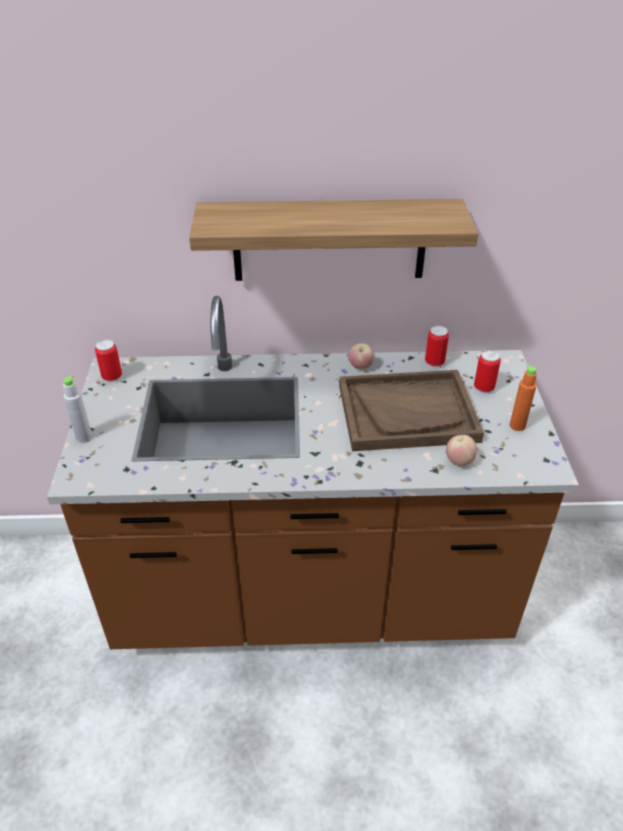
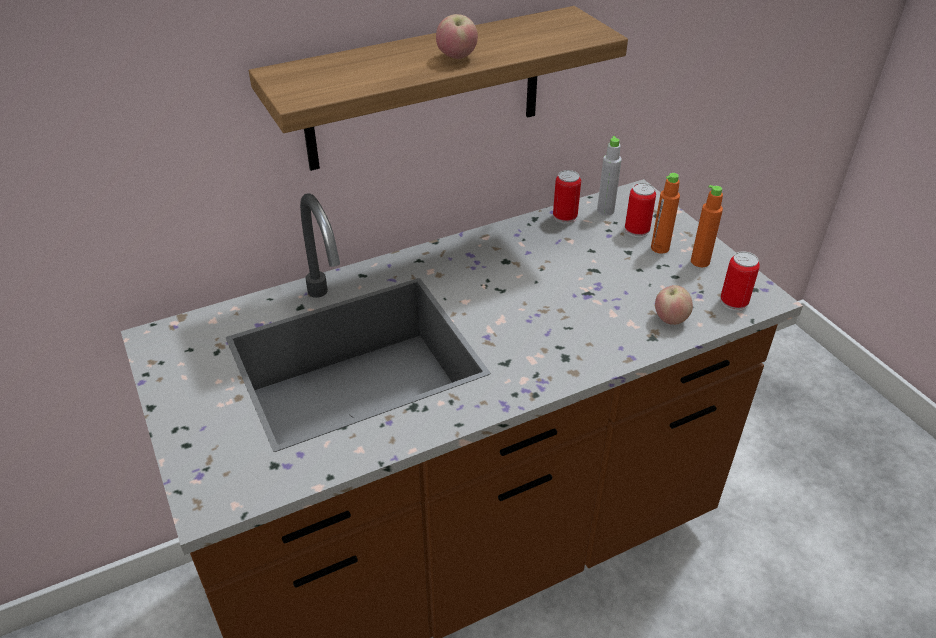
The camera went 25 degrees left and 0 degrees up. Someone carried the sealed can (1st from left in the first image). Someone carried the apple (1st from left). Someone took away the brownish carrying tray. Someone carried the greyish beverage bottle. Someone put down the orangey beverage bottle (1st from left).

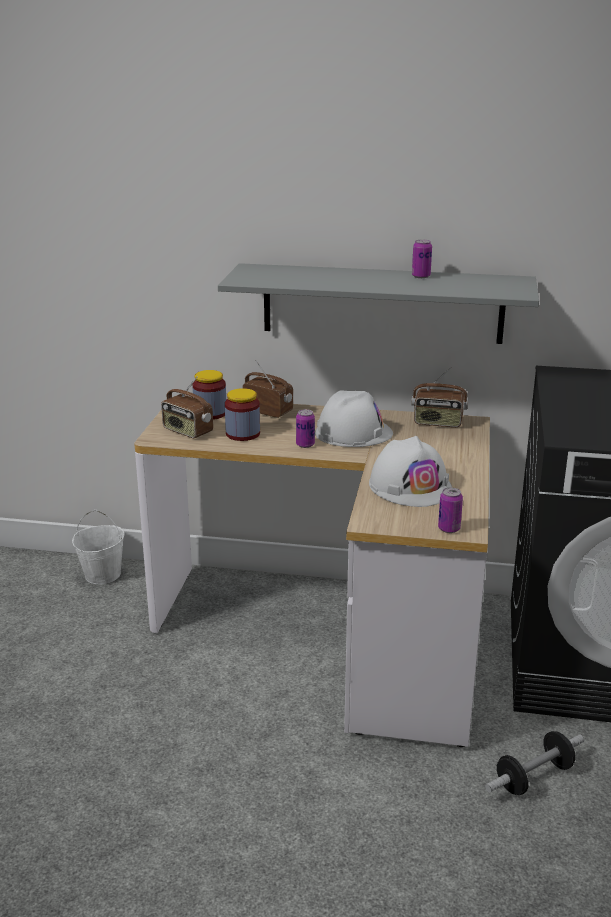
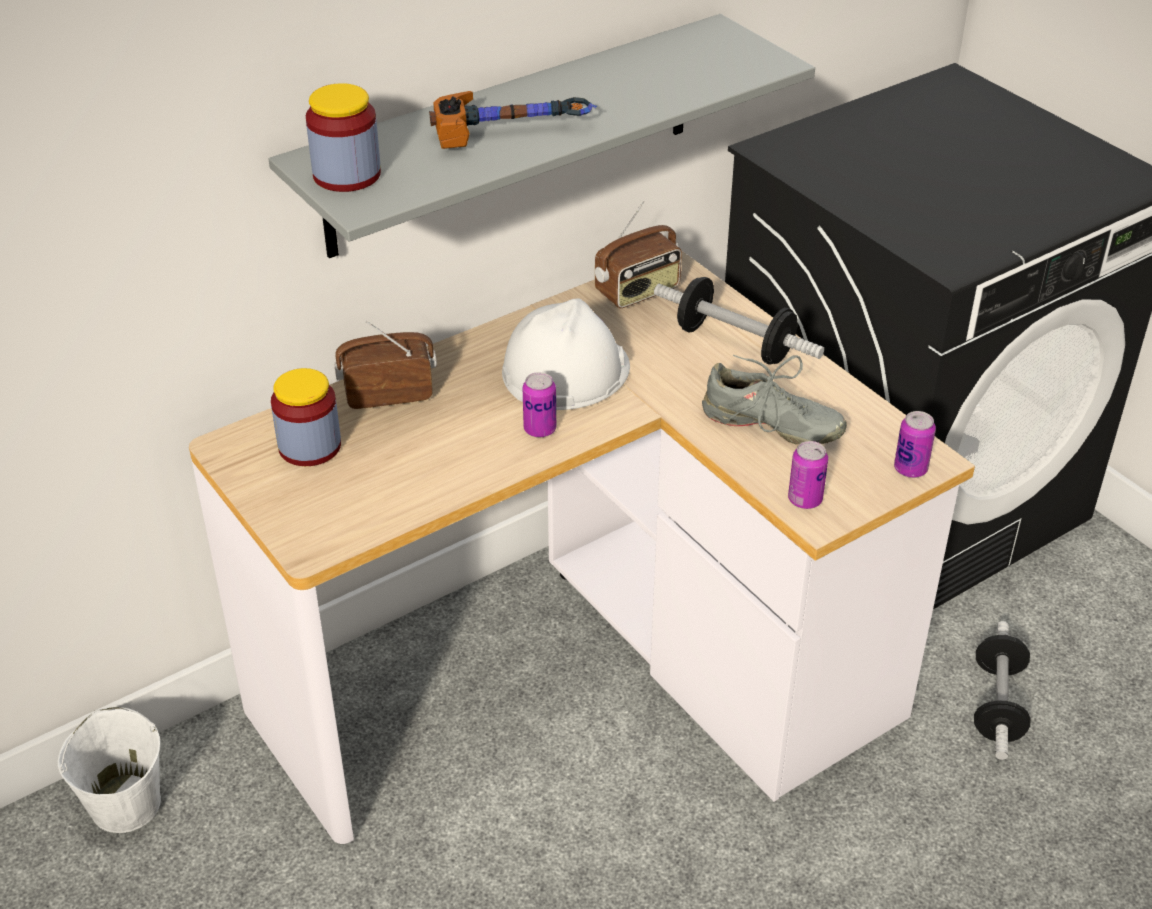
The camera went 45 degrees left and 15 degrees up. Someone carried the sealed can (2nd from left). Someone took away the radio set (1st from left). Someone carried the storage jar (2nd from left). Someone swapped the white hard hat (2nd from left) for the greyish item of footwear. Someone put down the hammer. Someone put down the free weight (1st from left).

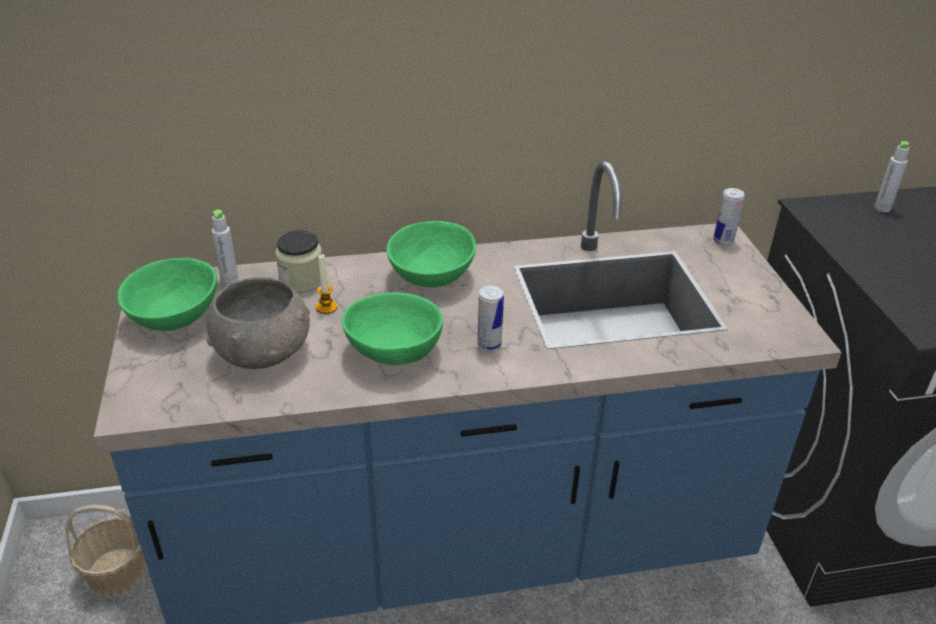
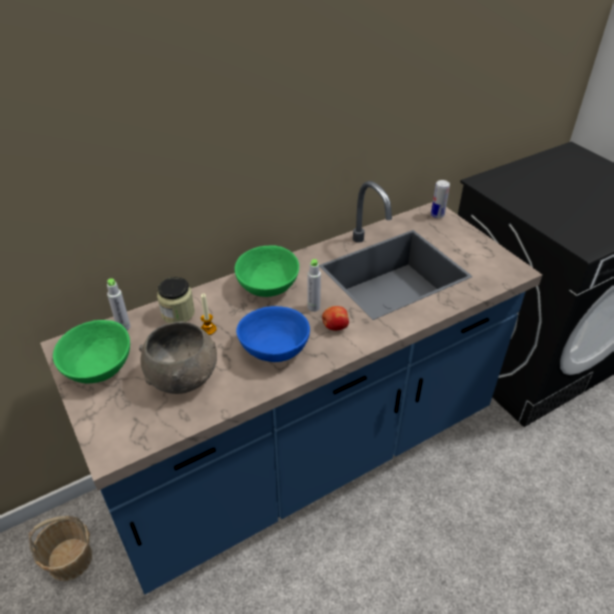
The camera went 20 degrees left and 5 degrees up. Someone carried the greyish beverage bottle (2nd from left). Someone swapped the sealed can (1st from left) for the apple. Someone repainted the greenish bowl (2nd from left), which became the bluish bowl.

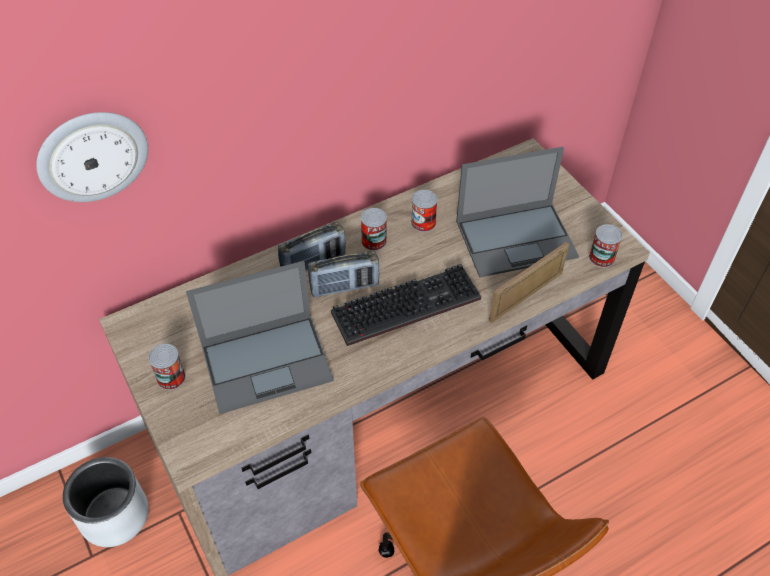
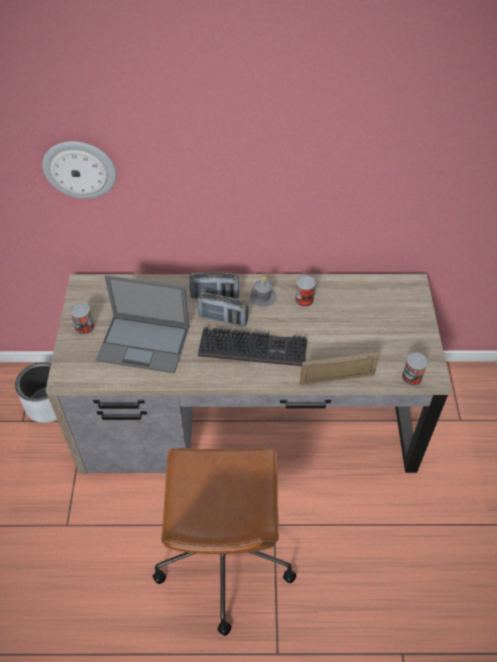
The camera went 30 degrees right and 0 degrees up. Someone took away the notebook computer (2nd from left). Someone swapped the sealed can (2nd from left) for the greyish coffee mug.

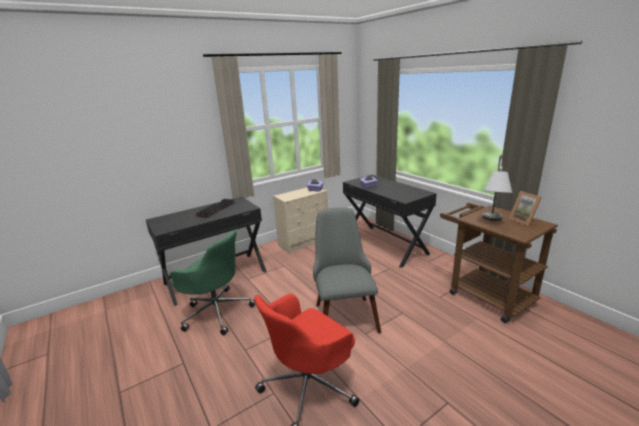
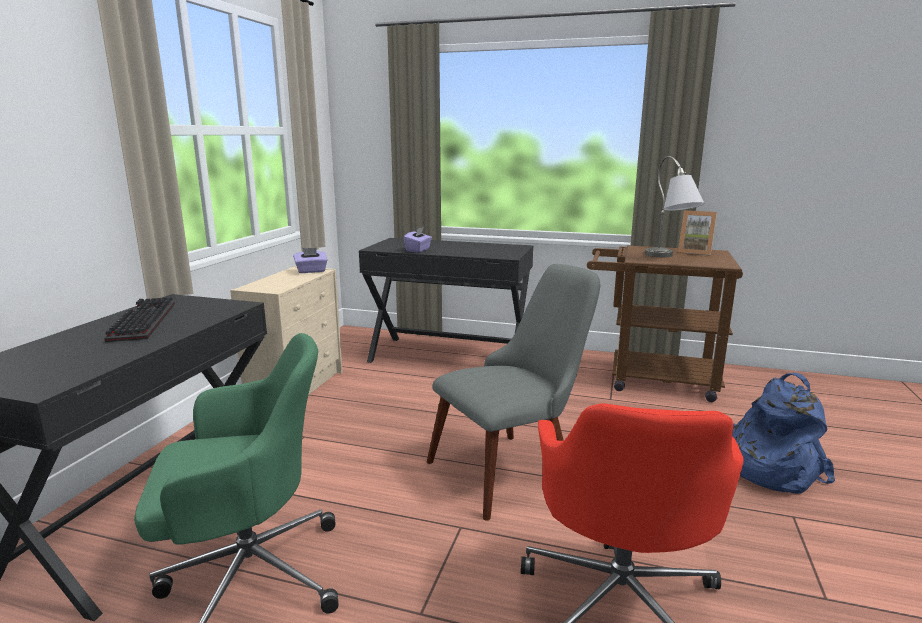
The camera went 40 degrees left and 5 degrees down. Someone rotated the greyish chair by 105 degrees clockwise. Someone put down the bluish backpack.

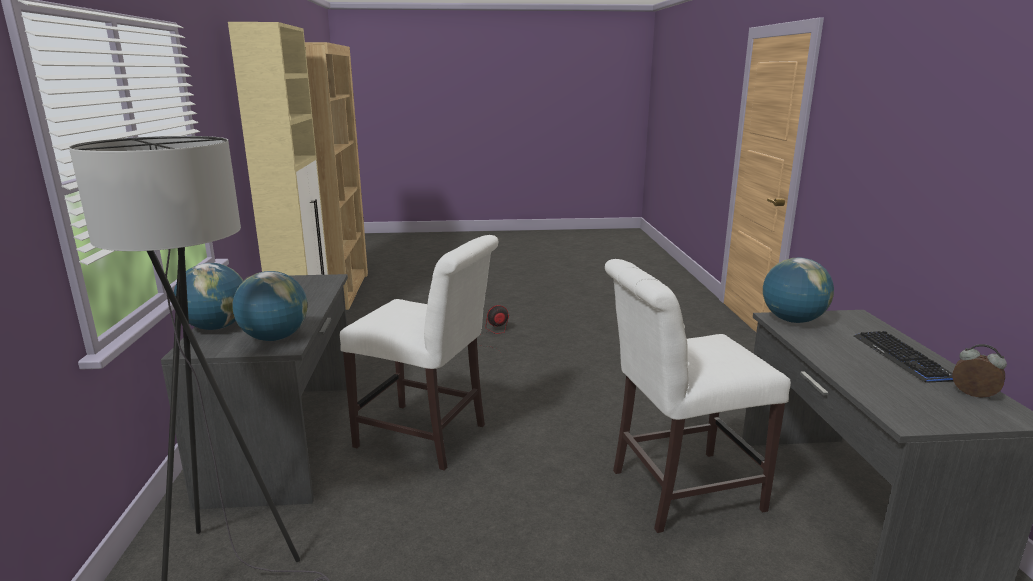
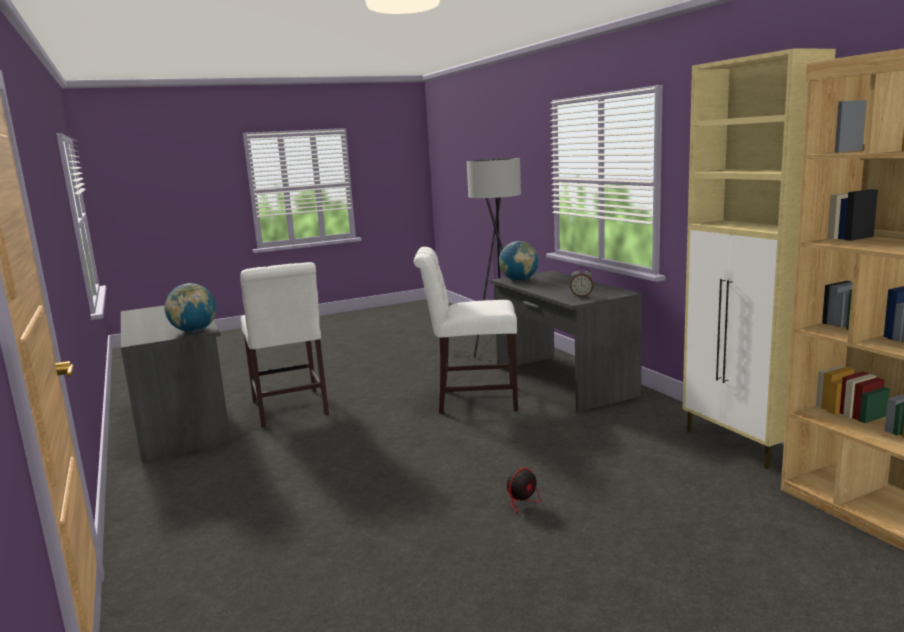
The camera went 160 degrees right and 5 degrees down. Someone rotated the white chair (2nd from left in the first image) by 105 degrees clockwise. Someone took away the globe (1st from left). Someone took away the computer keyboard. Someone carried the alarm clock.

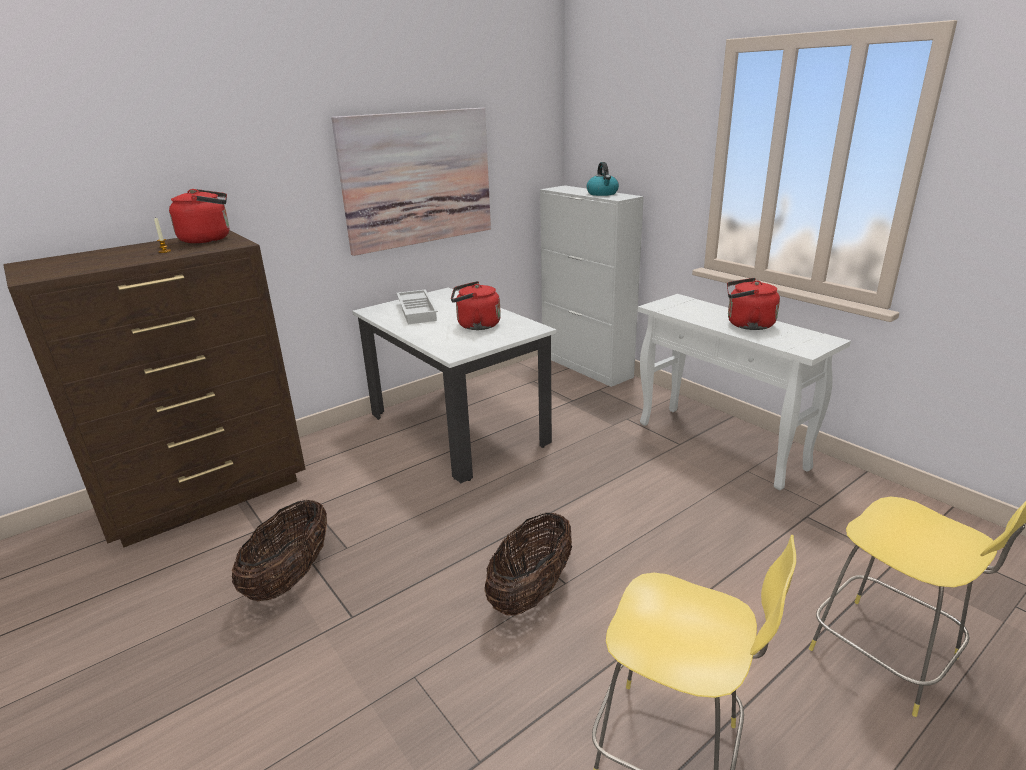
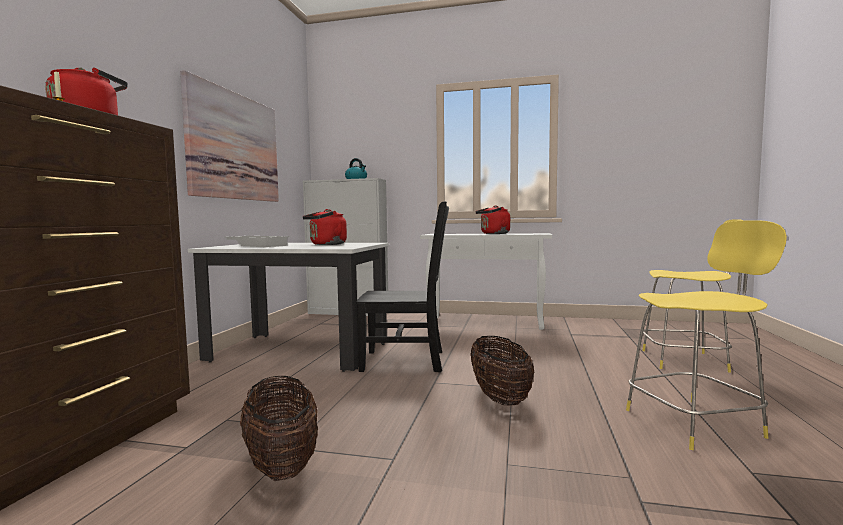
The camera went 40 degrees left and 20 degrees down. Someone put down the black chair.

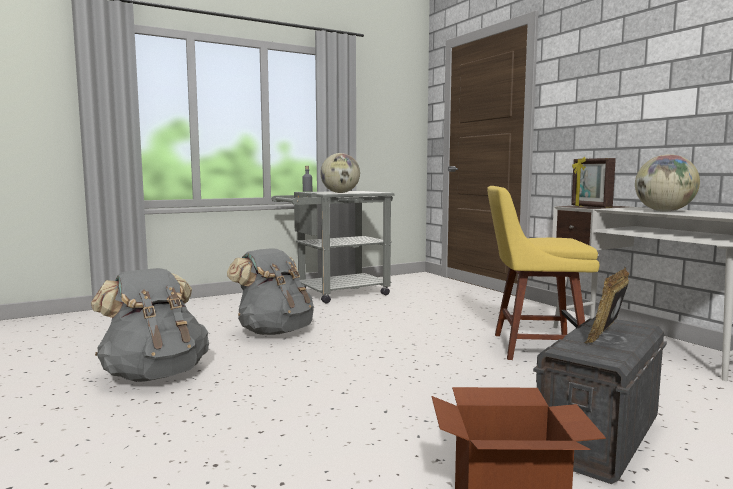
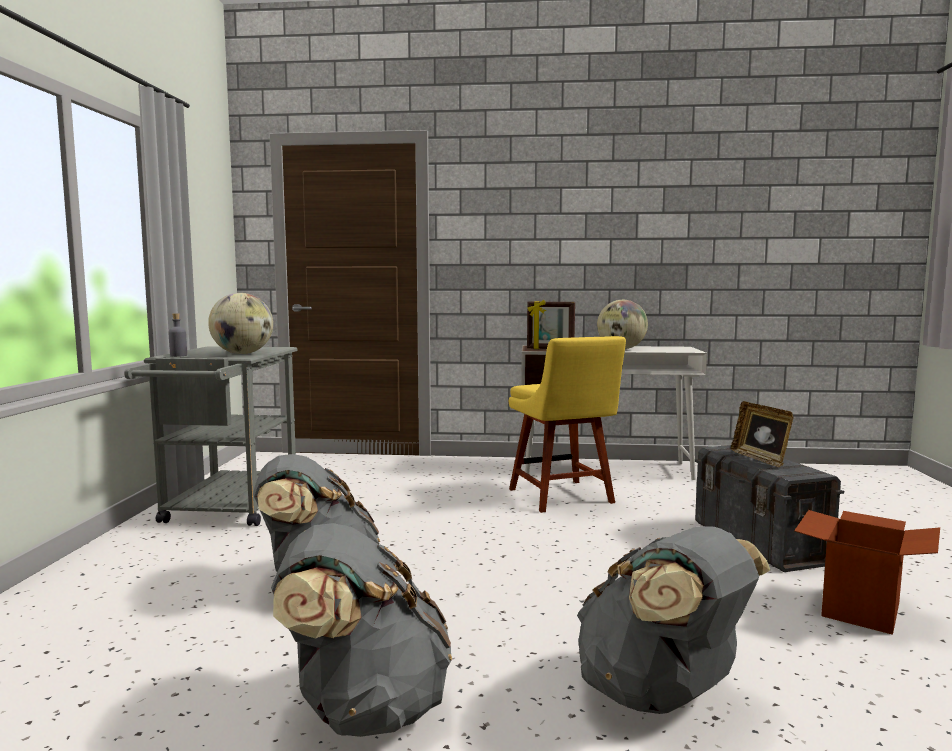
The camera went 55 degrees left and 0 degrees up. Someone rotated the yellowish chair by 60 degrees counterclockwise. Someone put down the greyish backpack (3rd from left).

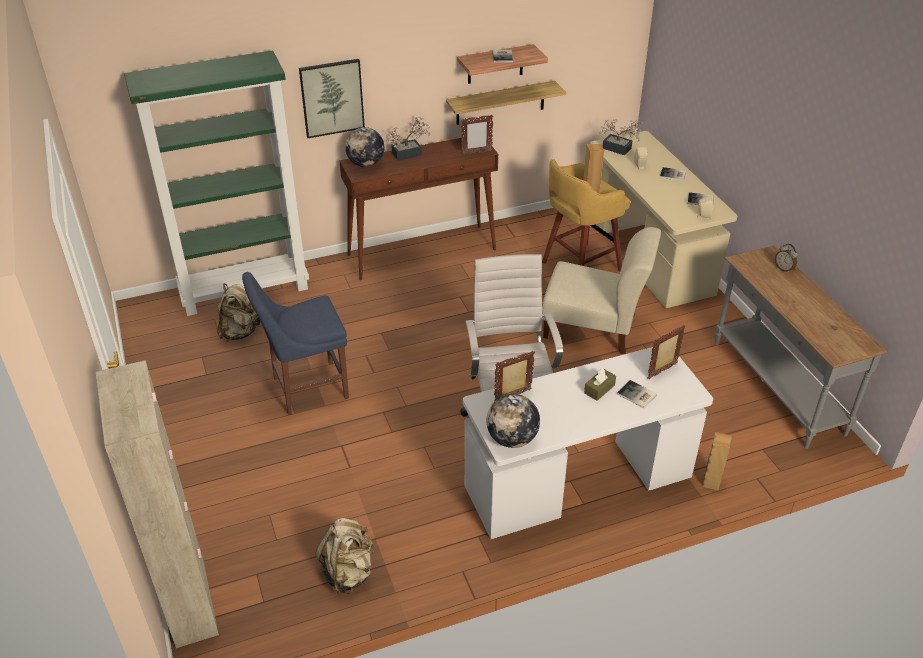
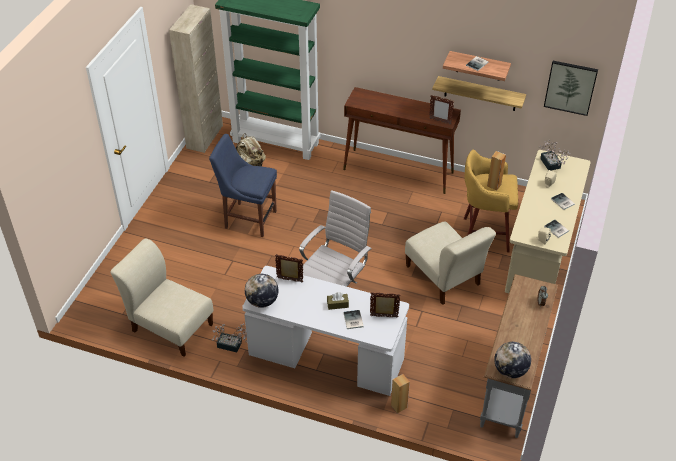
The camera went 40 degrees right and 5 degrees up. Someone carried the picture. Someone carried the plant in a pot (1st from left). Someone carried the globe (1st from left in the first image). Someone carried the beige-coloured storage cabinet. Someone swapped the beige-coloured backpack (2nd from left) for the beige-coloured chair (1st from left).

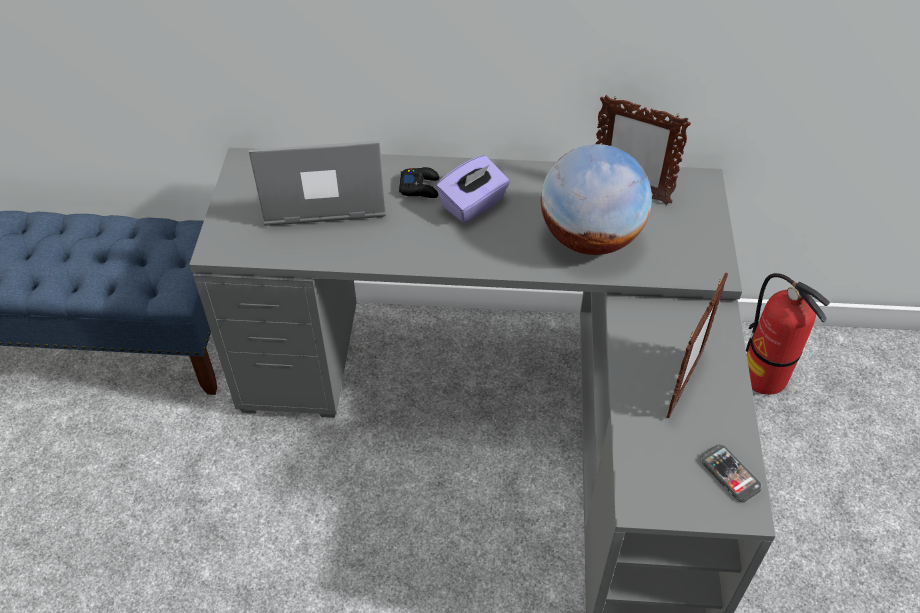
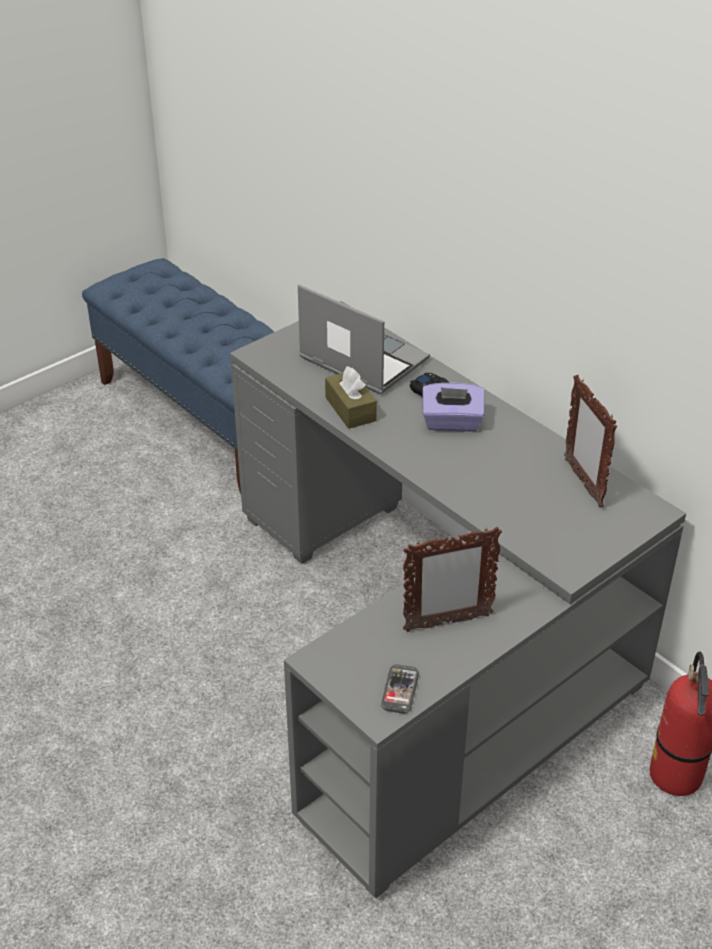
The camera went 45 degrees right and 10 degrees down. Someone took away the globe. Someone put down the brownish tissue holder.

